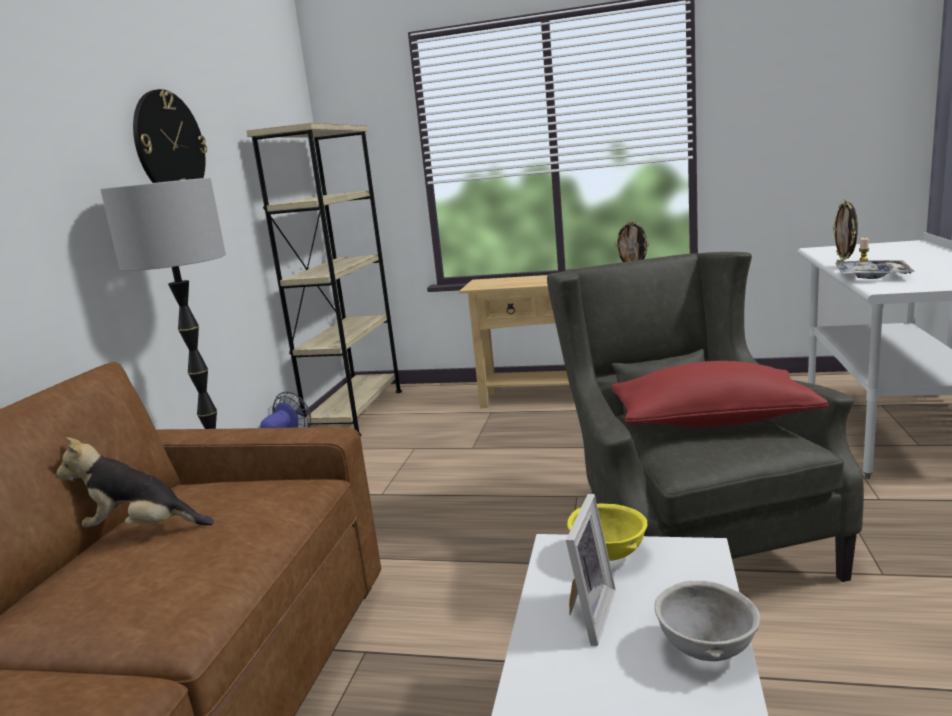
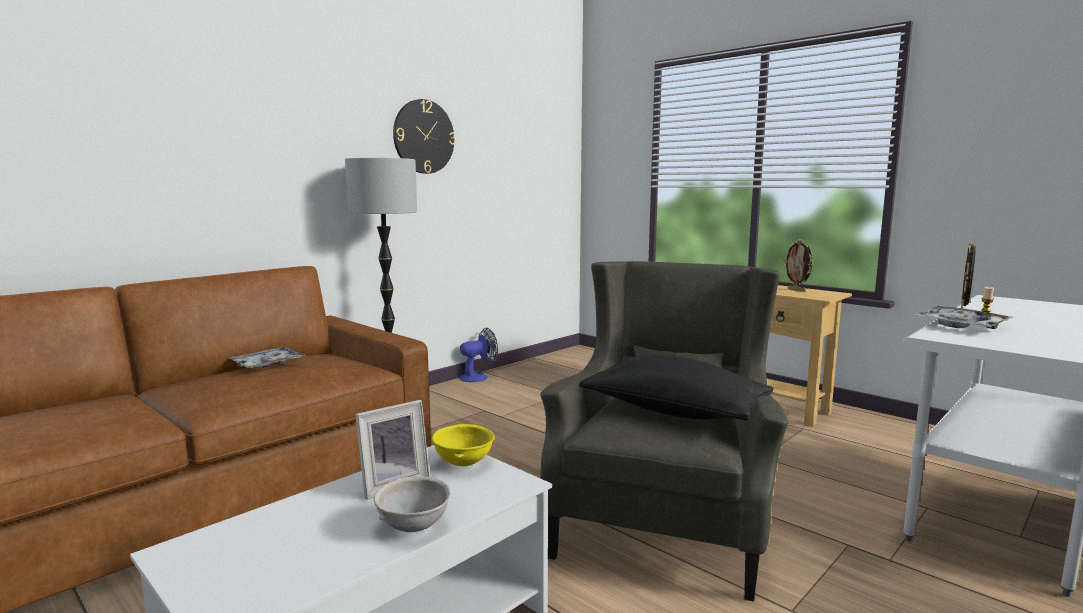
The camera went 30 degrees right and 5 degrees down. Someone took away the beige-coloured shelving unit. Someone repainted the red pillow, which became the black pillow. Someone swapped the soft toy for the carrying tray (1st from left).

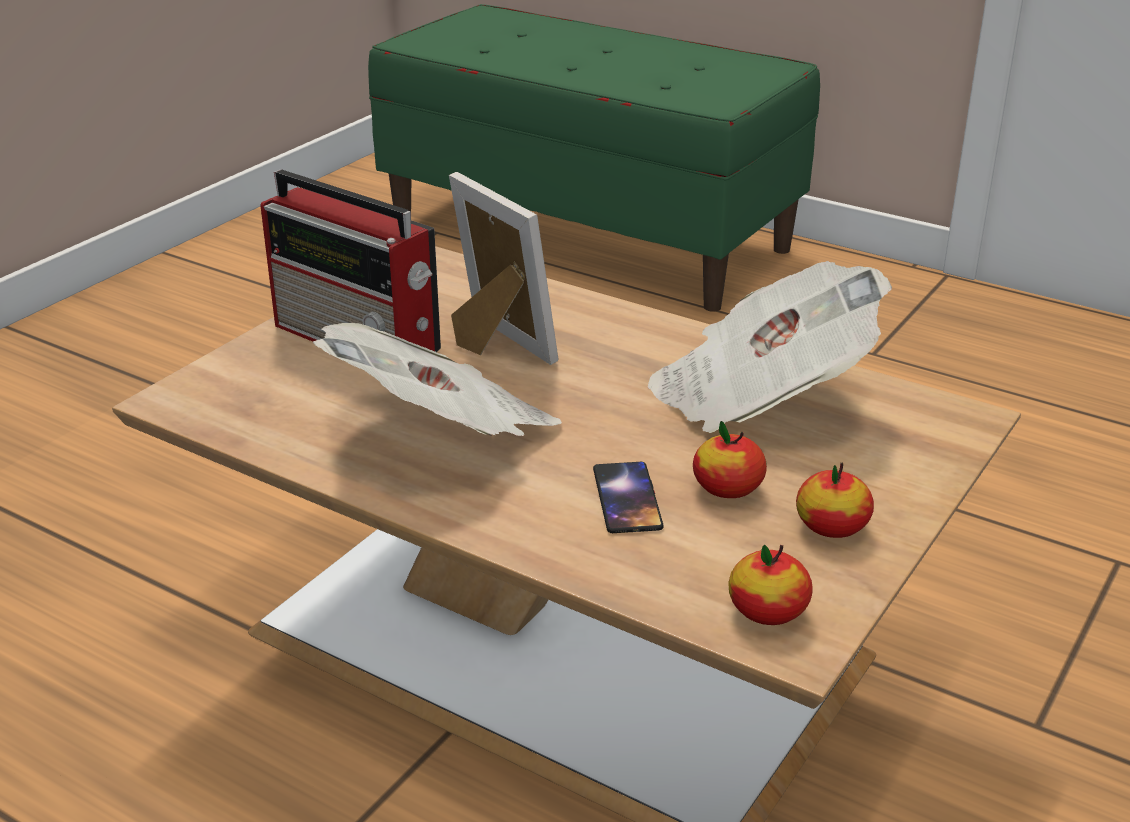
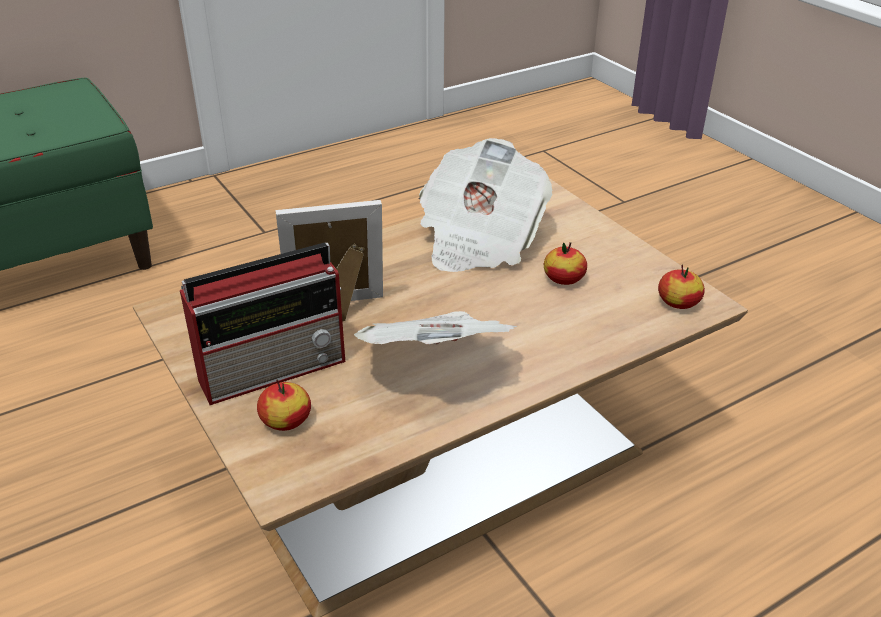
The camera went 65 degrees left and 5 degrees up. Someone took away the phone. Someone carried the apple (3rd from left in the first image).

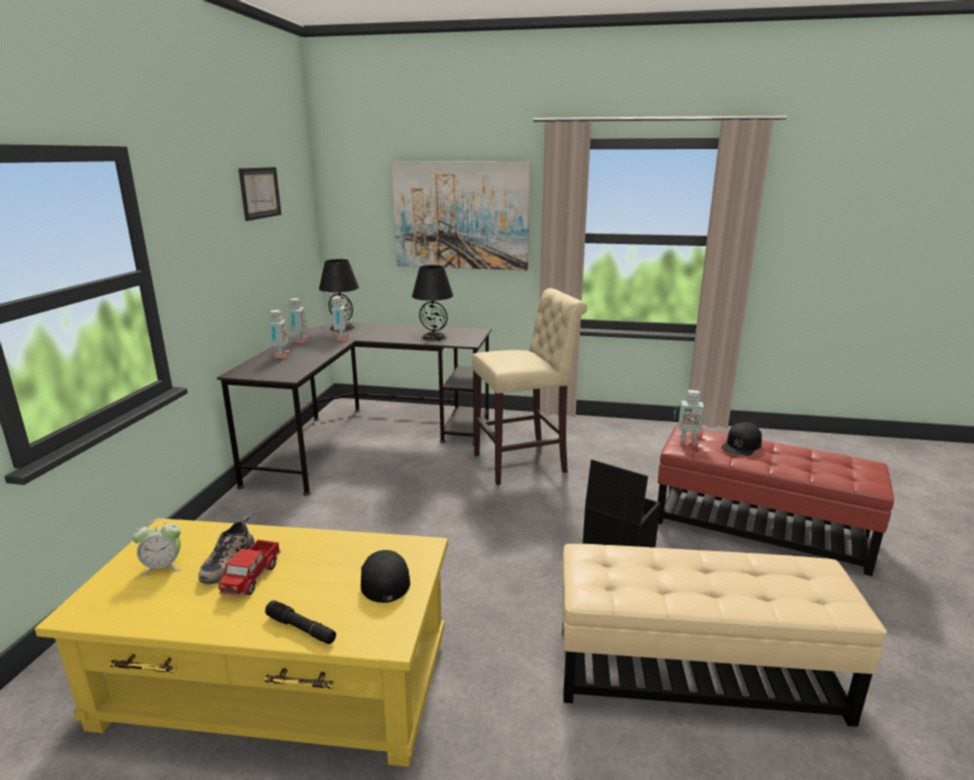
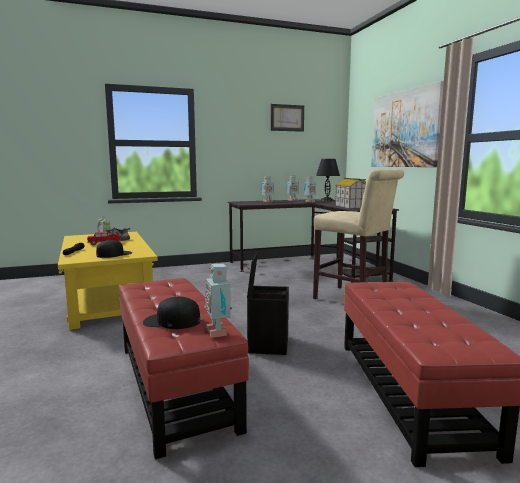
The camera went 60 degrees right and 10 degrees down. Someone swapped the black tabletop lamp (2nd from left) for the model house. Someone carried the model robot (4th from left in the first image). Someone carried the black cap (2nd from left). Someone repainted the beige-coloured footrest, which became the red footrest (1st from left).

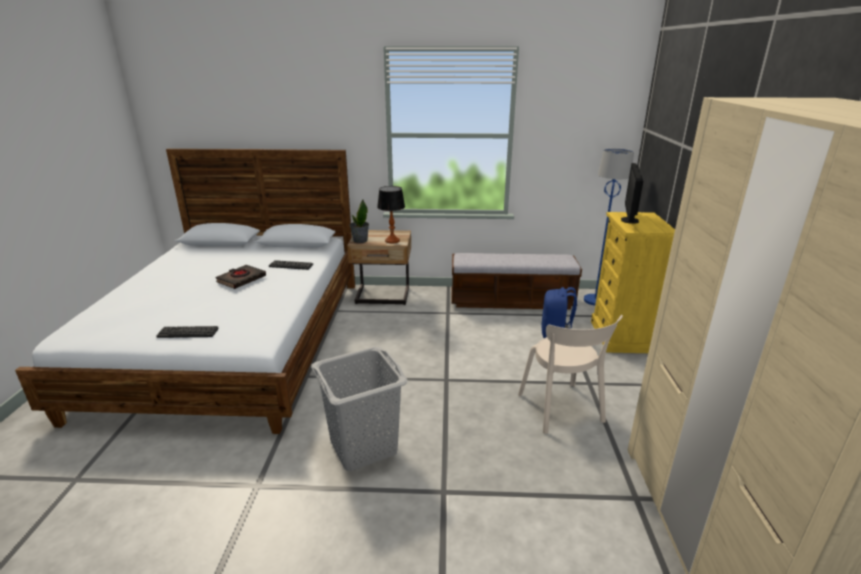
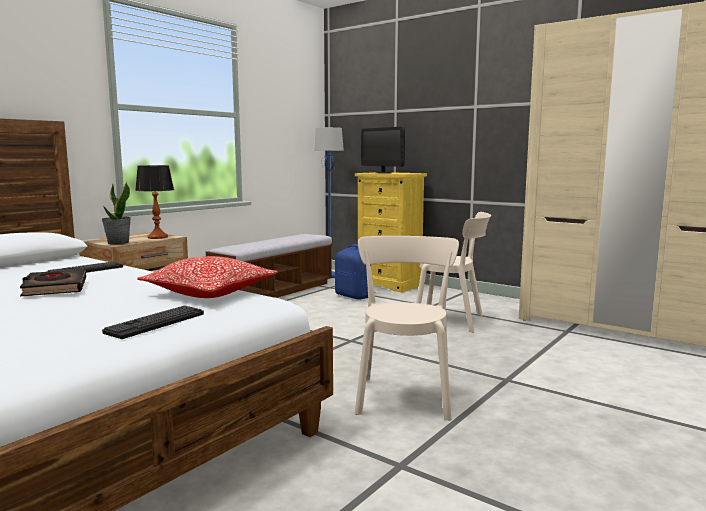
The camera went 55 degrees left and 15 degrees down. Someone swapped the greyish washing basket for the beige-coloured chair (1st from left). Someone put down the pillow.

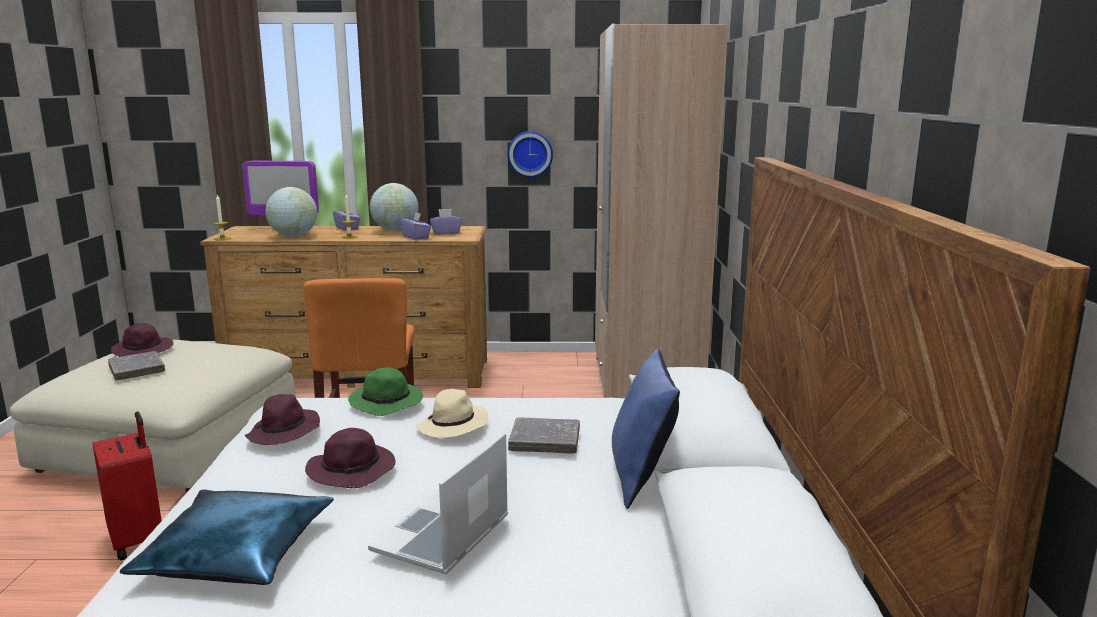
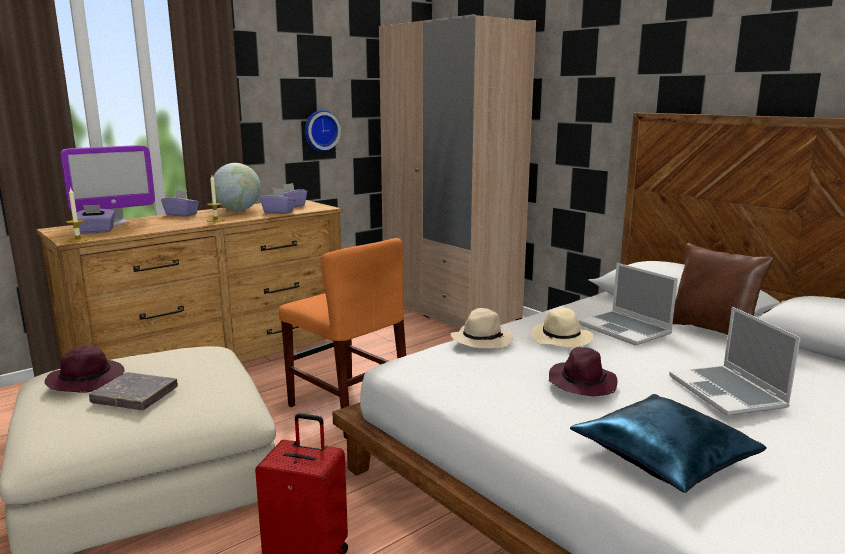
The camera went 40 degrees left and 0 degrees up. Someone took away the globe (1st from left). Someone repainted the bluish pillow (2nd from left), which became the brownish pillow. Someone repainted the greenish clothing hat, which became the beige-coloured clothing hat (1st from left). Someone took away the purple-coloured clothing hat (2nd from left). Someone swapped the greyish volume (2nd from left) for the notebook computer (1st from left). Someone put down the purple-coloured tissue holder (1st from left).

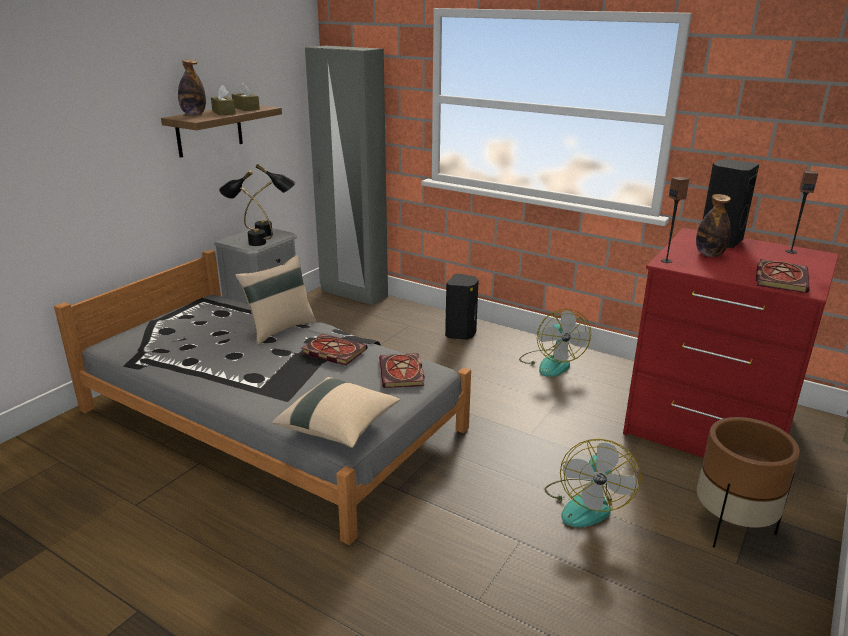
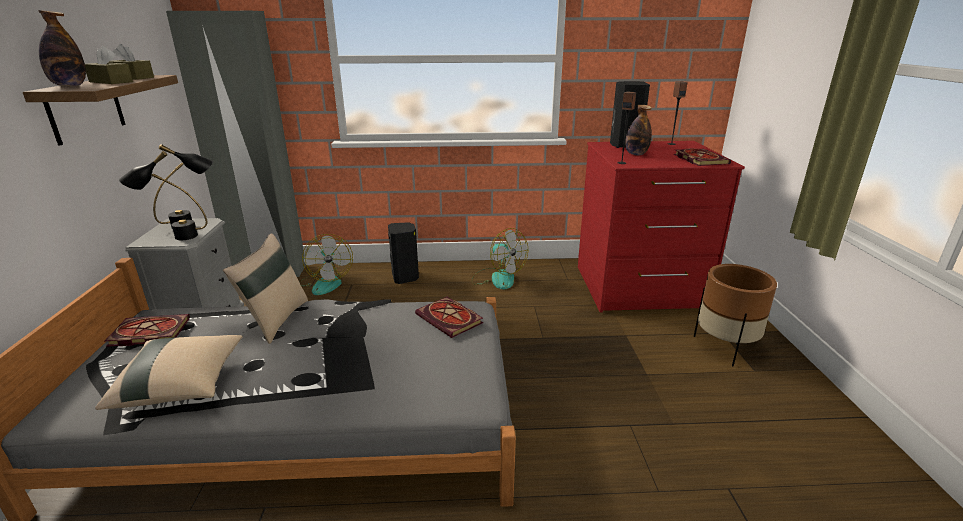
The camera went 35 degrees left and 0 degrees up. Someone carried the volume (1st from left). Someone carried the beige-coloured pillow (2nd from left in the first image). Someone carried the electric fan (2nd from left in the first image).

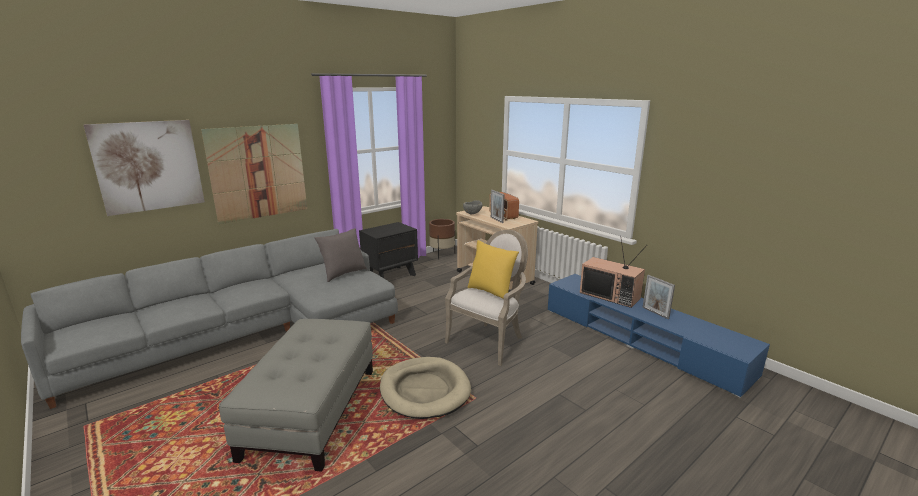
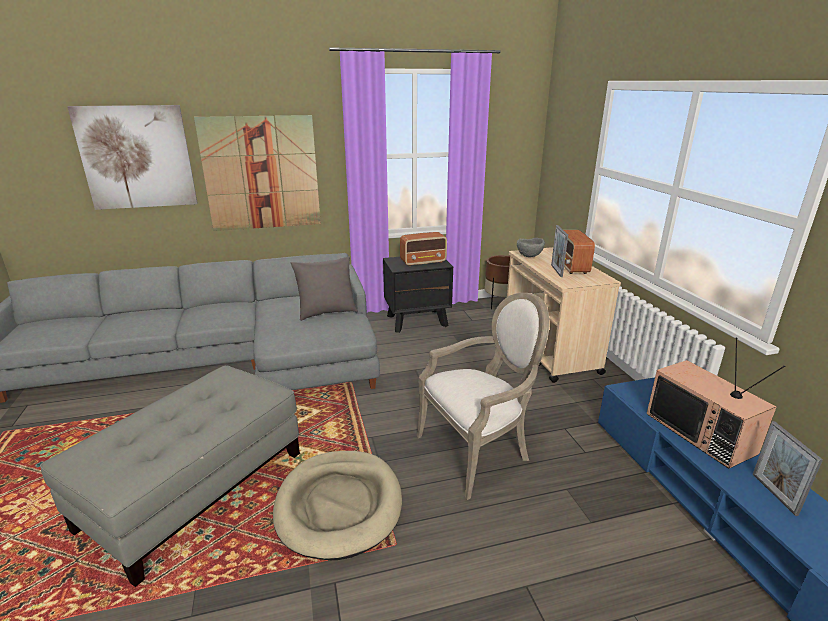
The camera went 25 degrees right and 5 degrees up. Someone took away the yellowish pillow. Someone put down the radio set (1st from left).

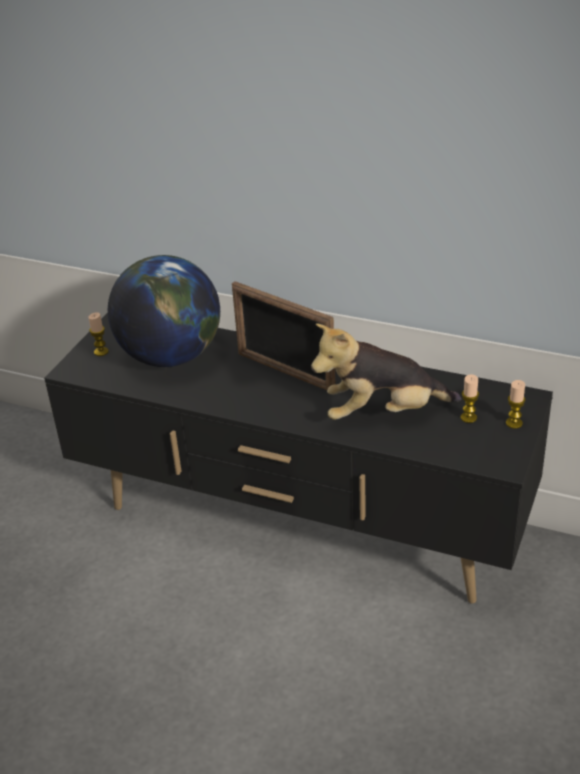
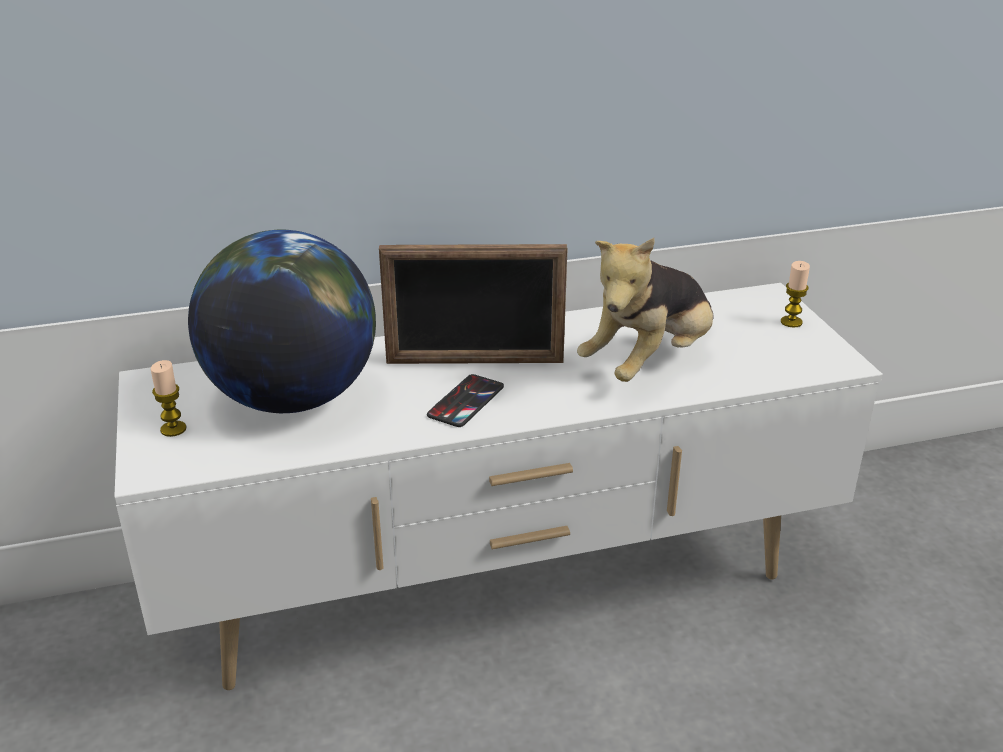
The camera went 40 degrees left and 5 degrees down. Someone repainted the black media console, which became the white media console. Someone took away the wax candle (2nd from left). Someone put down the phone.

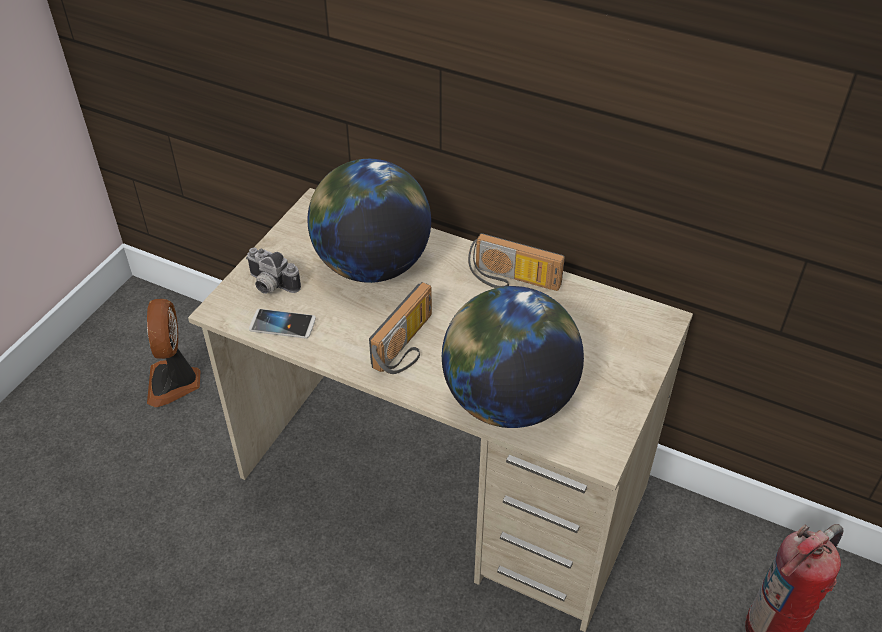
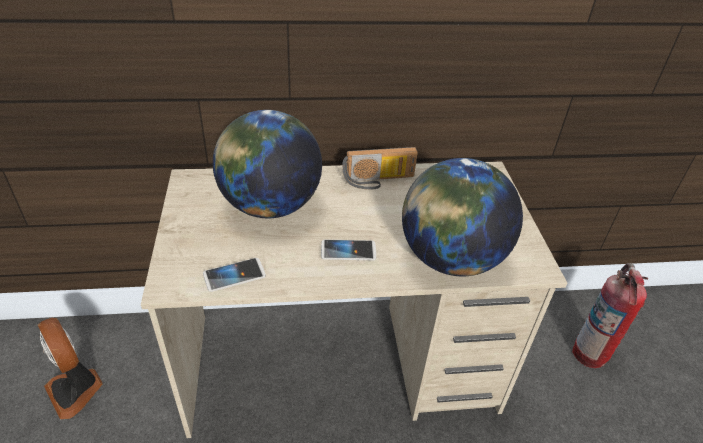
The camera went 35 degrees left and 5 degrees down. Someone took away the photo camera. Someone swapped the radio set (1st from left) for the phone (2nd from left).

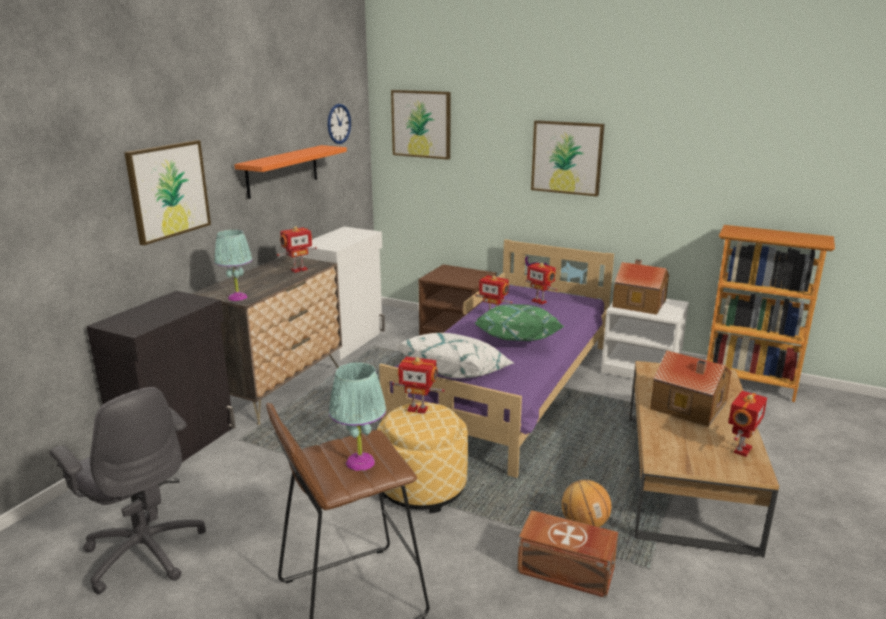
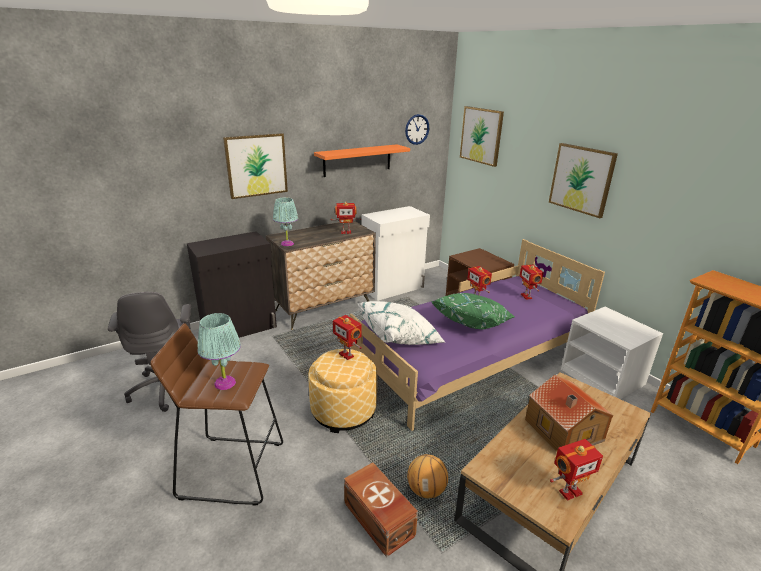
The camera went 30 degrees right and 5 degrees up. Someone took away the model house (1st from left).

